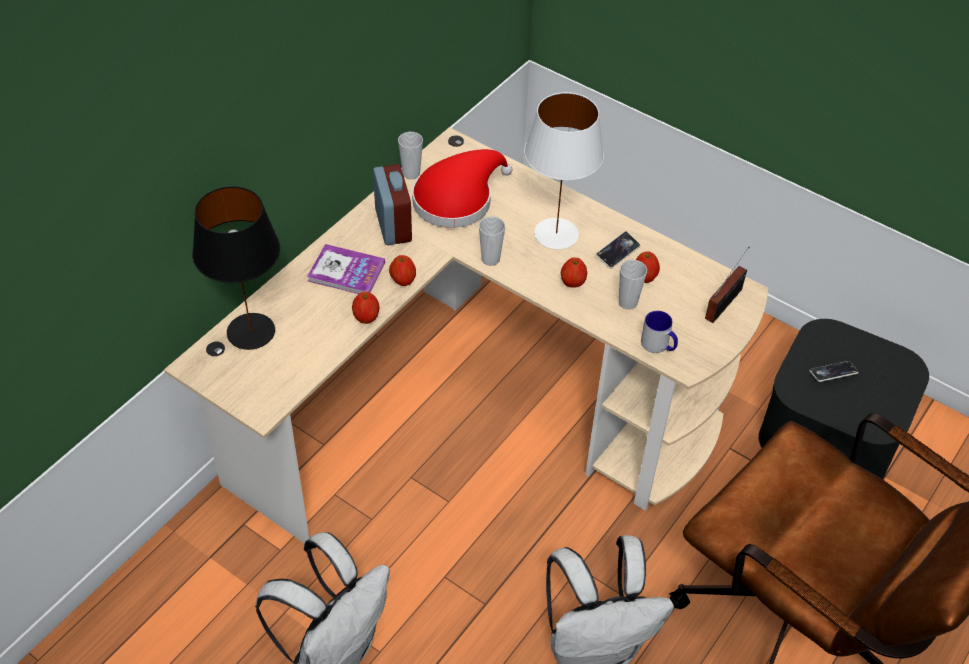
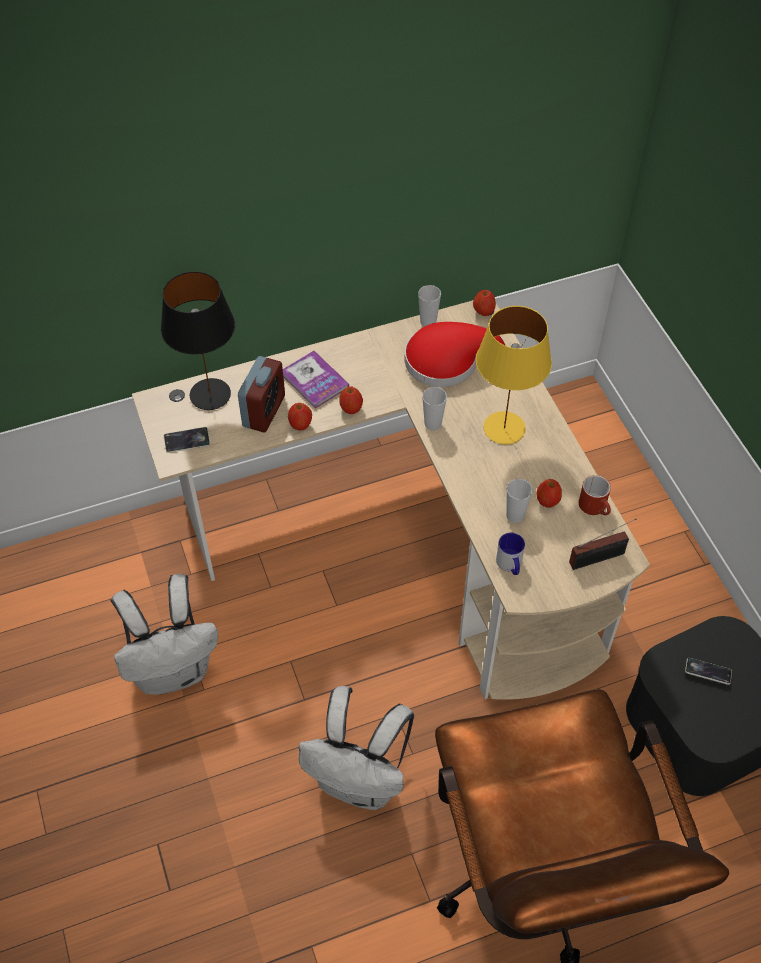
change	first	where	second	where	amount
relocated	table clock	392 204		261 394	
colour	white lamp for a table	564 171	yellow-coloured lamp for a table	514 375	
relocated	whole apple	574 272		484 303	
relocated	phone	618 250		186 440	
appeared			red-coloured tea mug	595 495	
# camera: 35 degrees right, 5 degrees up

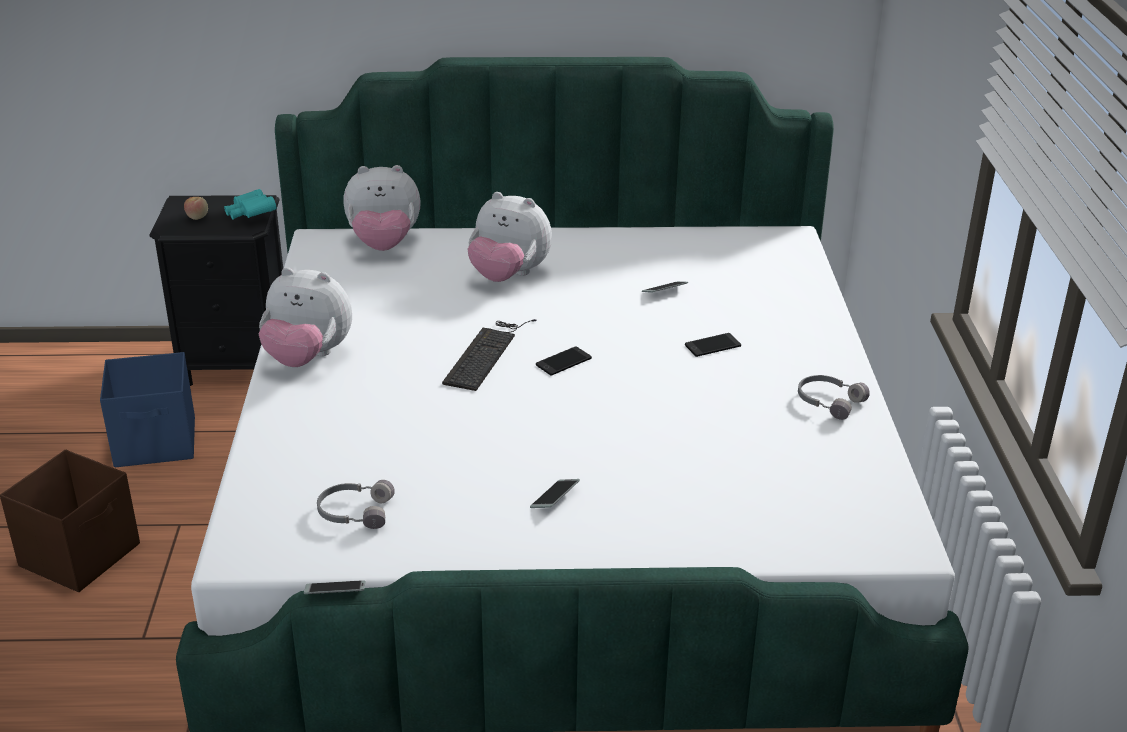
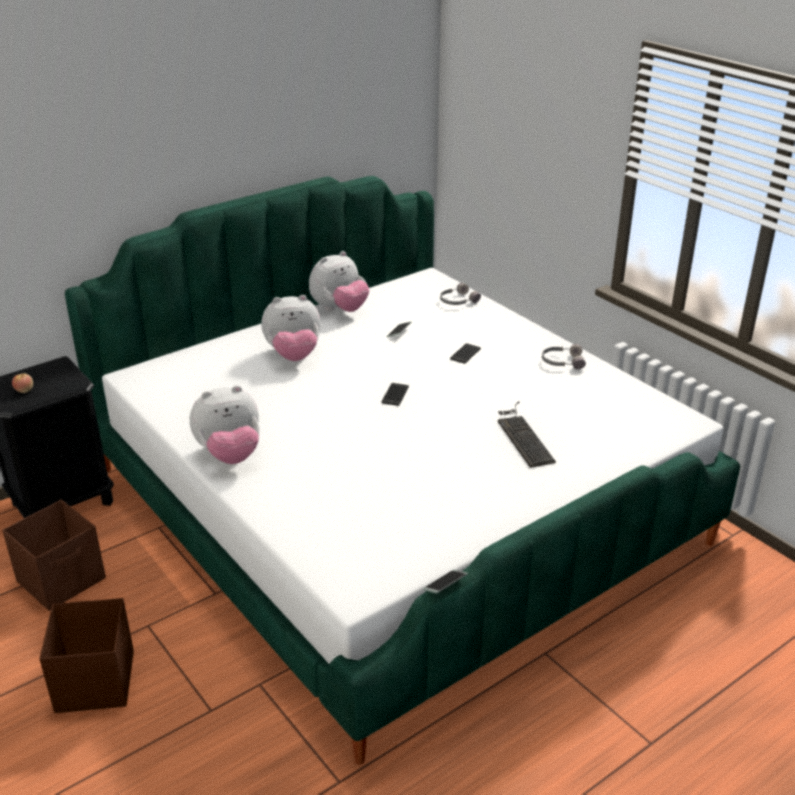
change	first	where	second	where	amount
colour	bluish storage container	147 409	brown-coloured storage container	54 555	
missing	turquoise pair of binoculars	250 204			
relocated	gray headset	356 504		460 294	
relocated	soft toy	382 208		339 281	
relocated	keyboard	489 355		527 434	
missing	phone	555 493			
# camera: 35 degrees left, 0 degrees up

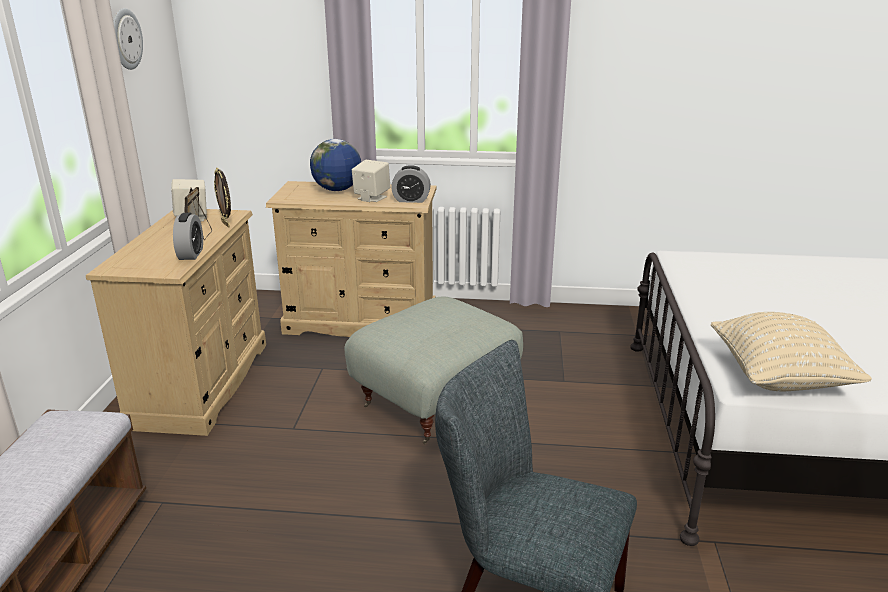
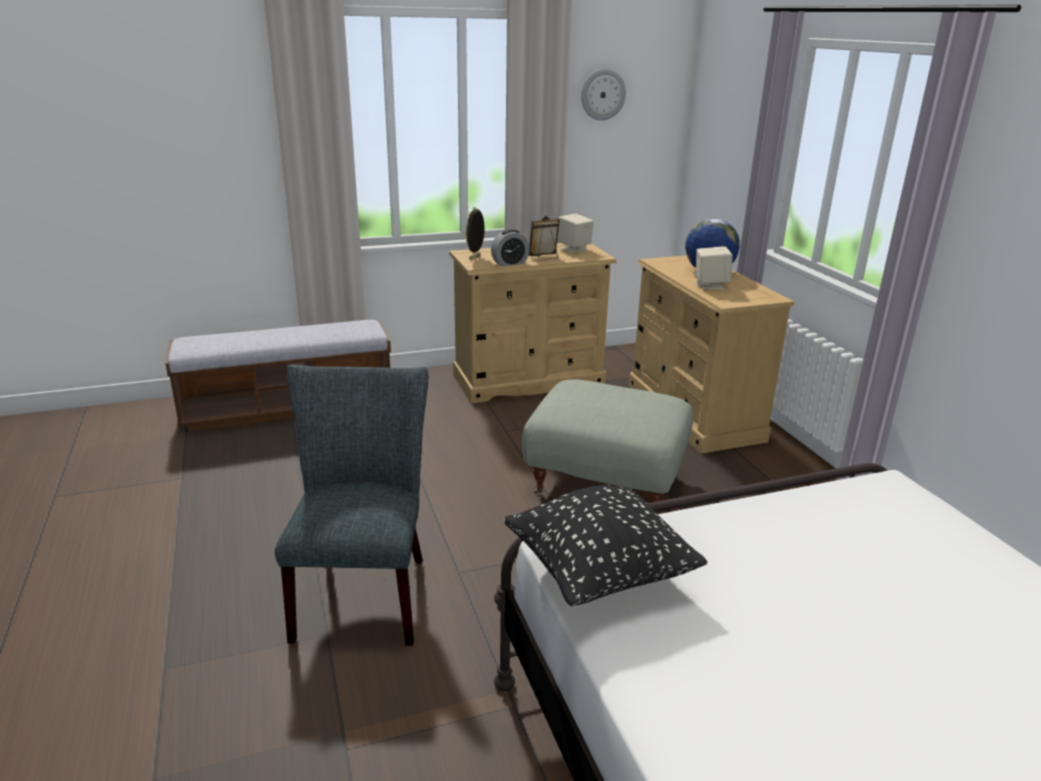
change	first	where	second	where	amount
relocated	picture frame	222 197		474 233	
missing	table clock	411 184			
colour	beige-coloured cushion	791 351	blackish cushion	606 545	
# camera: 65 degrees right, 0 degrees up

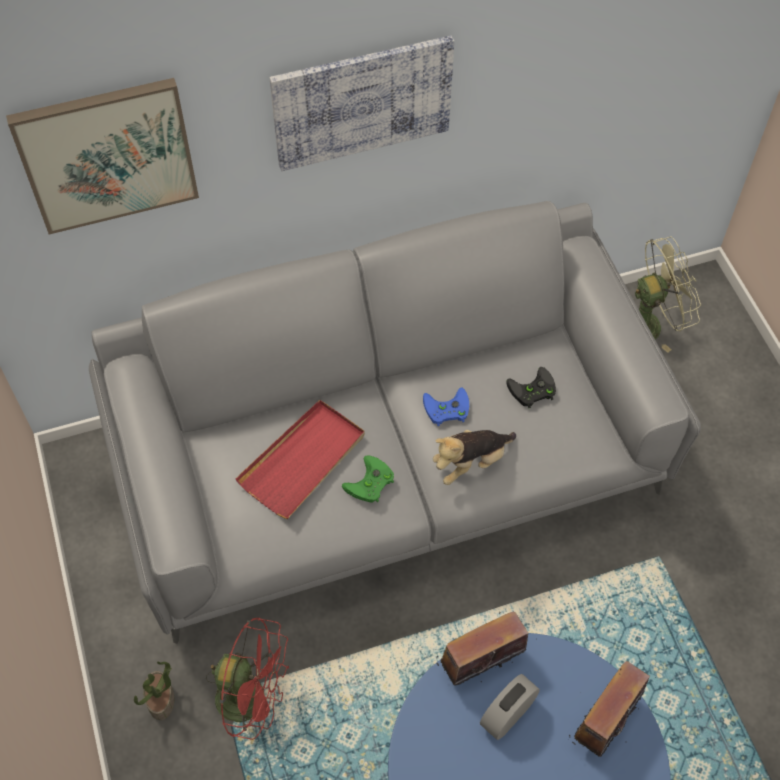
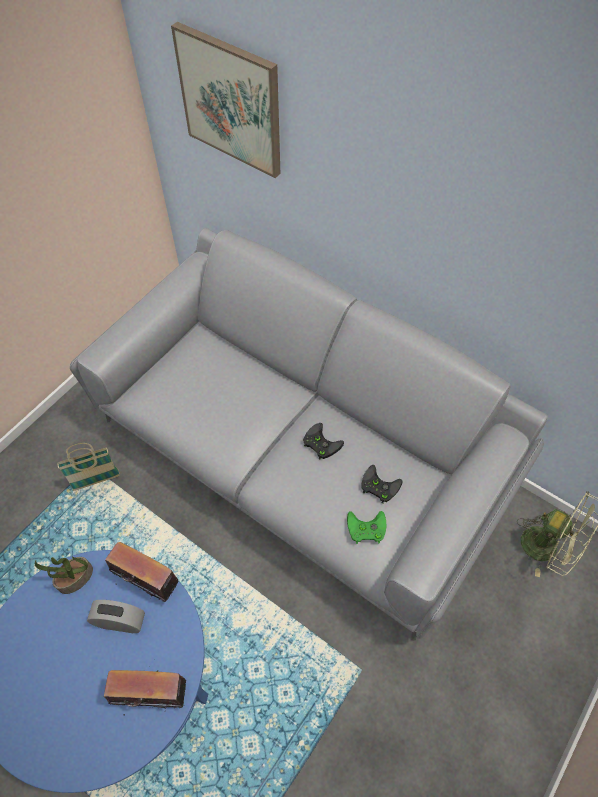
change	first	where	second	where	amount
relocated	houseplant	154 691		64 575	
exchanged	red-coloured fan	247 678	storage basket	88 467	
missing	red-coloured tray	300 459			
missing	wall art	362 103			
relocated	green gamepad	368 479		366 527	
colour	bluish gamepad	446 406	blackish gamepad	323 441	
missing	soft toy	474 457			
# camera: 55 degrees right, 0 degrees up

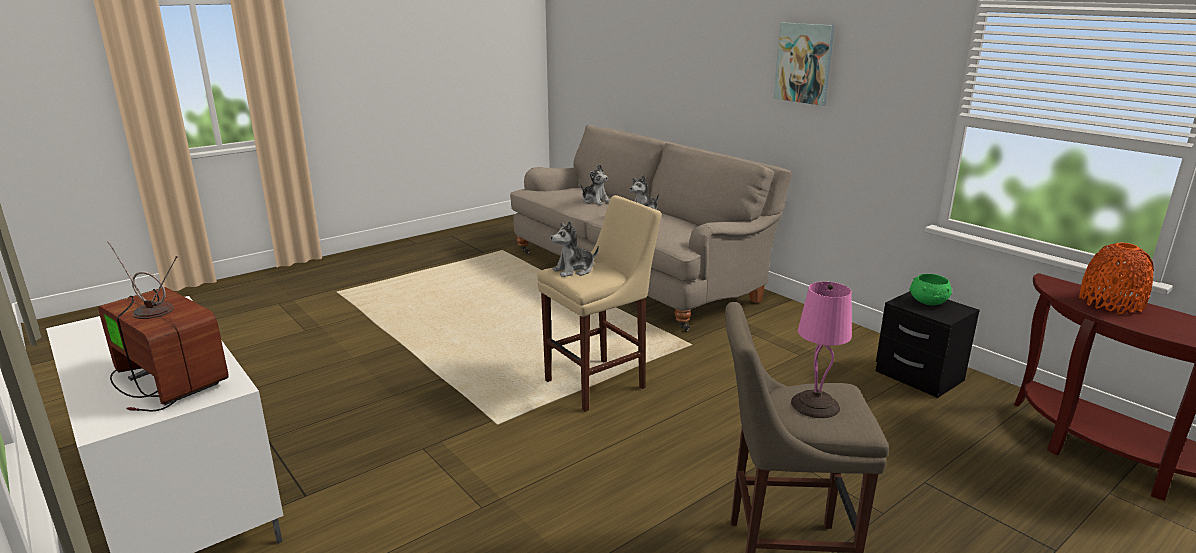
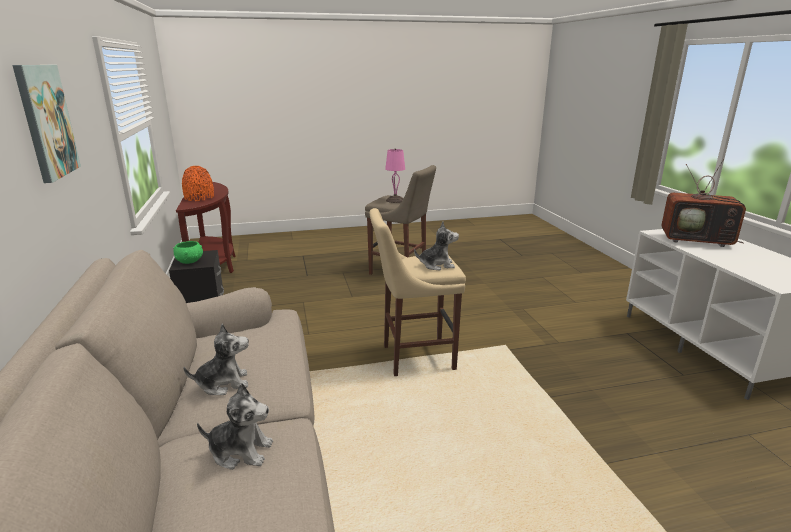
change	first	where	second	where	amount
spun	TV set	163 326		703 202	45 degrees counterclockwise
spun	soft toy	595 184		235 426	120 degrees clockwise
# camera: 155 degrees left, 0 degrees up

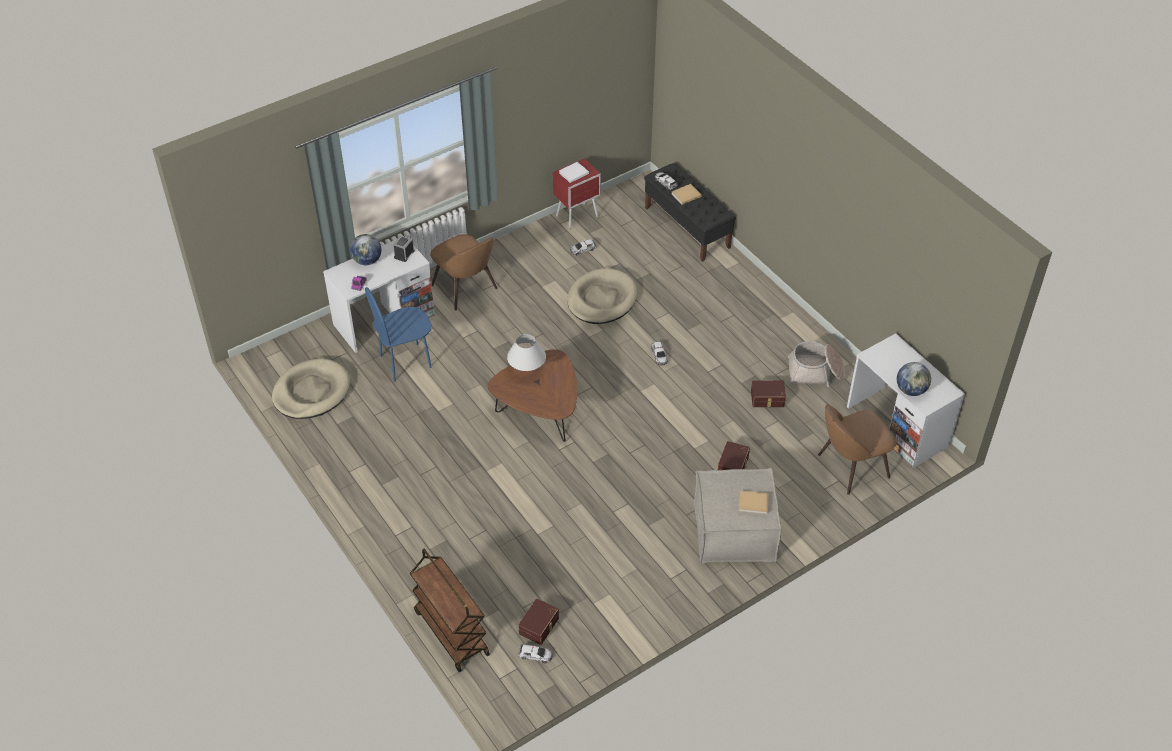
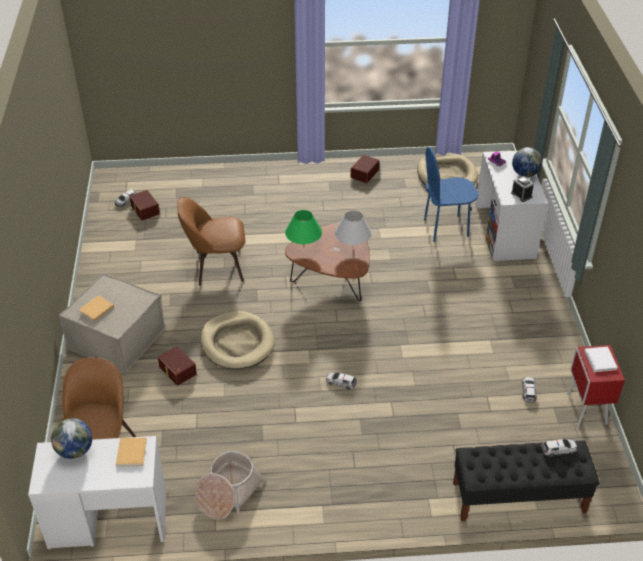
change	first	where	second	where	amount
spun	bluish upright chair	398 334		451 194	105 degrees counterclockwise
missing	brown-coloured wheeled cart	450 610			
relocated	brown-coloured upright chair	464 272		211 241	
relocated	beige-coloured dog bed	602 296		237 340	
relocated	beige-coloured bound book	686 194		131 452	
relocated	brown-coloured storage container	768 393		364 169	
appeared			green lamp for a table	303 227	
# camera: 120 degrees right, 5 degrees down

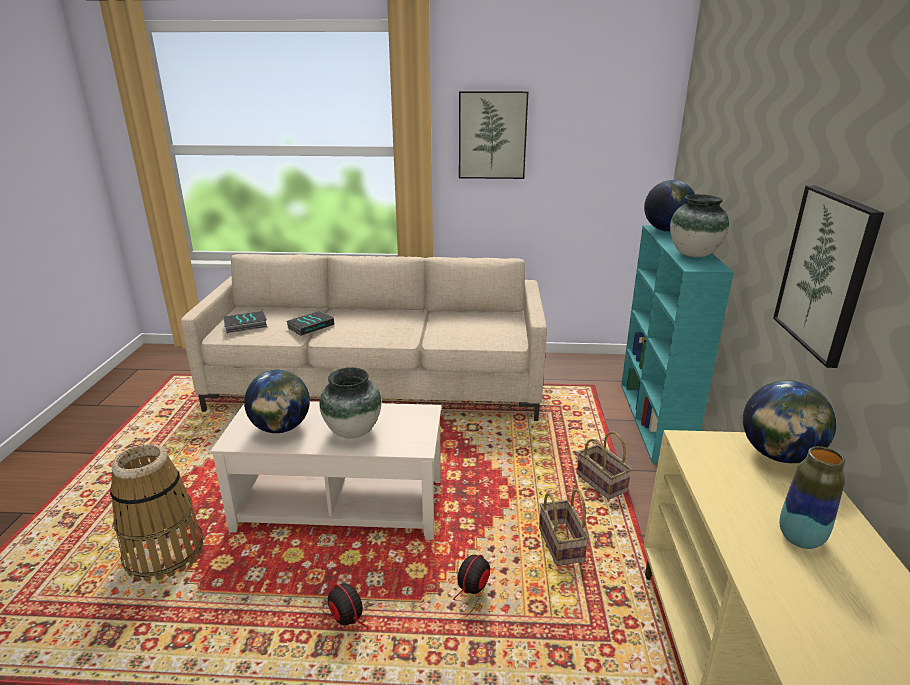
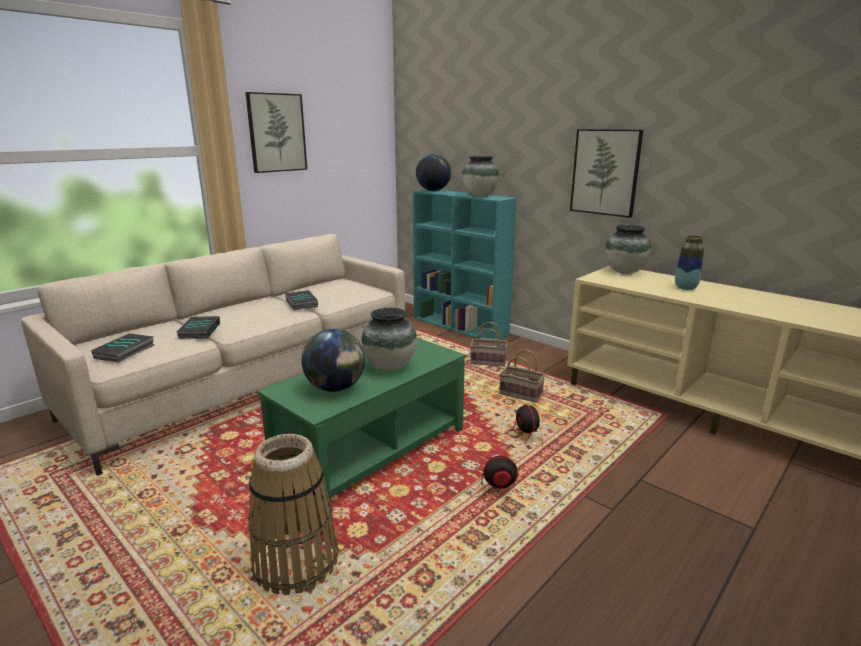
change	first	where	second	where	amount
colour	beige-coloured coffee table	325 470	green coffee table	361 419	
exchanged	globe	789 422	vase	628 249	
appeared			bound book	301 300	
# camera: 50 degrees left, 5 degrees down

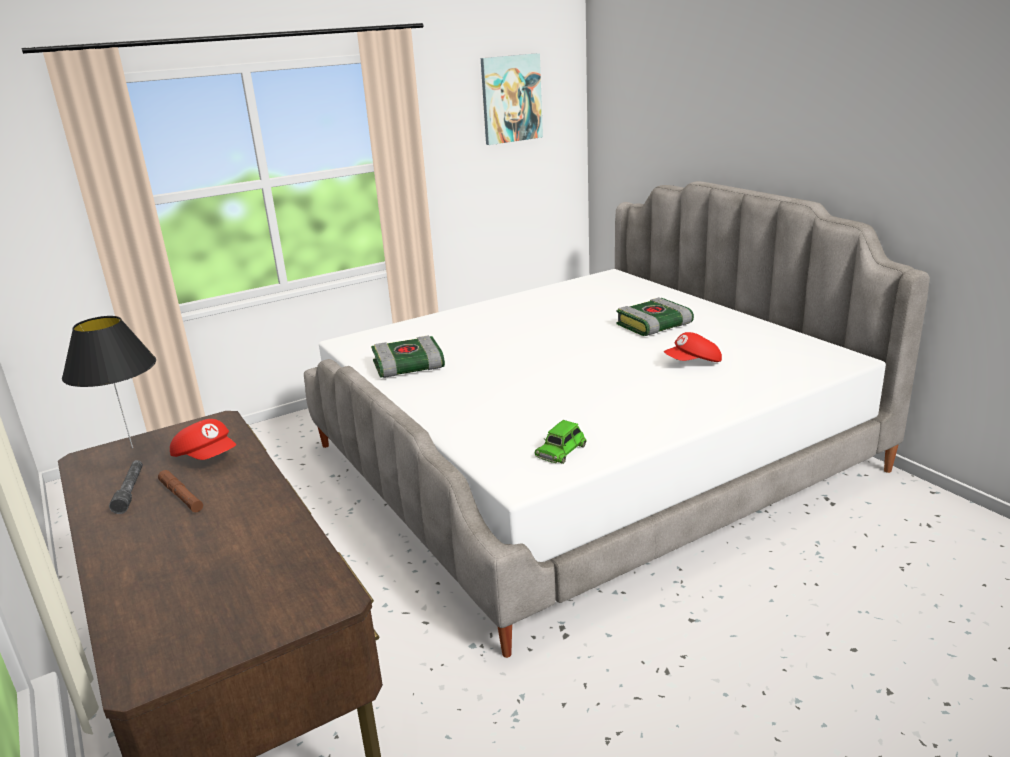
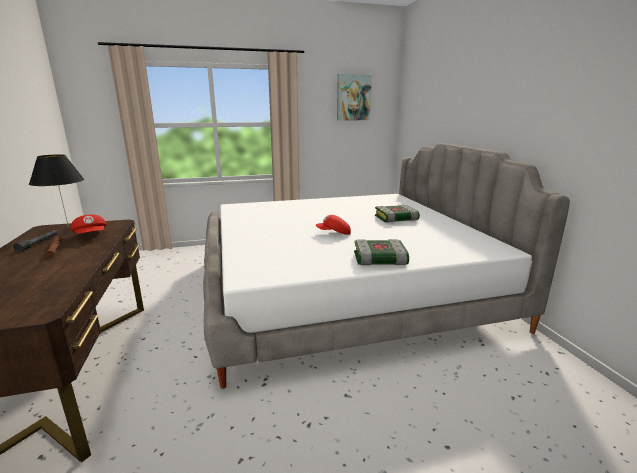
change	first	where	second	where	amount
relocated	bound book	408 356		381 252	
missing	green toy car	561 442			
relocated	red-coloured baseball cap	693 347		333 225	
# camera: 15 degrees right, 5 degrees down

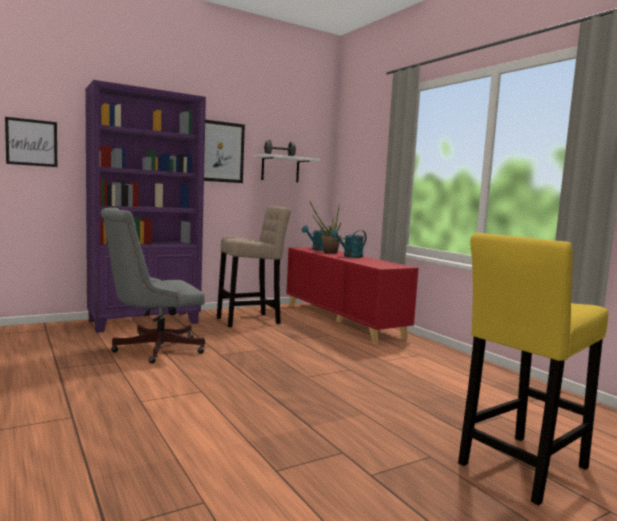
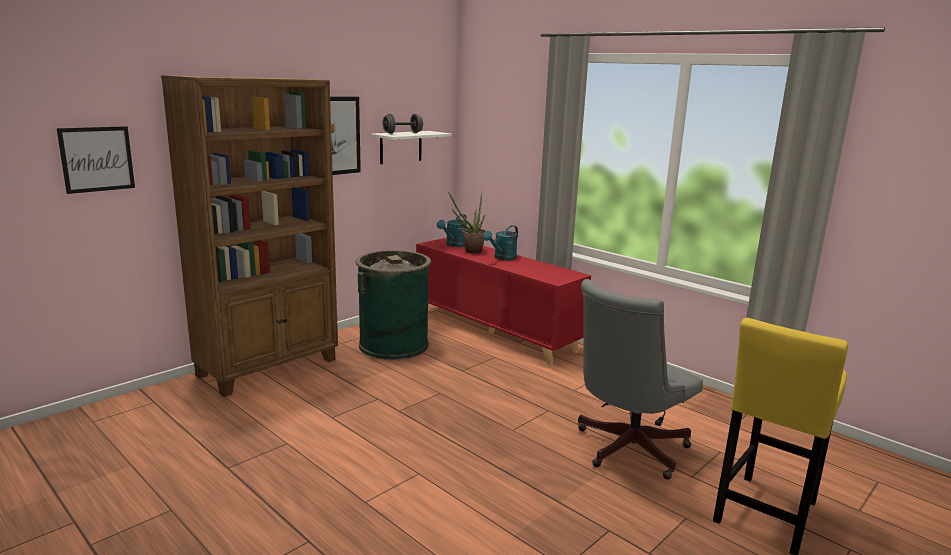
change	first	where	second	where	amount
colour	purplish bookcase	145 206	brown-coloured bookcase	249 236	
relocated	gray office chair	153 285		640 379	
exchanged	beige-coloured sitting stool	254 266	green trash can	393 305	
# camera: 15 degrees left, 10 degrees up

